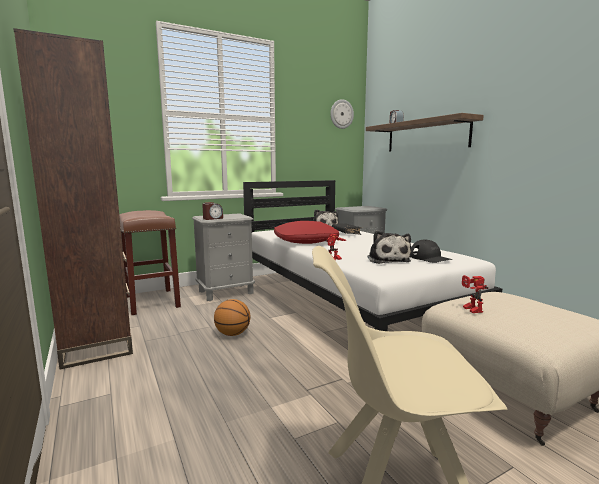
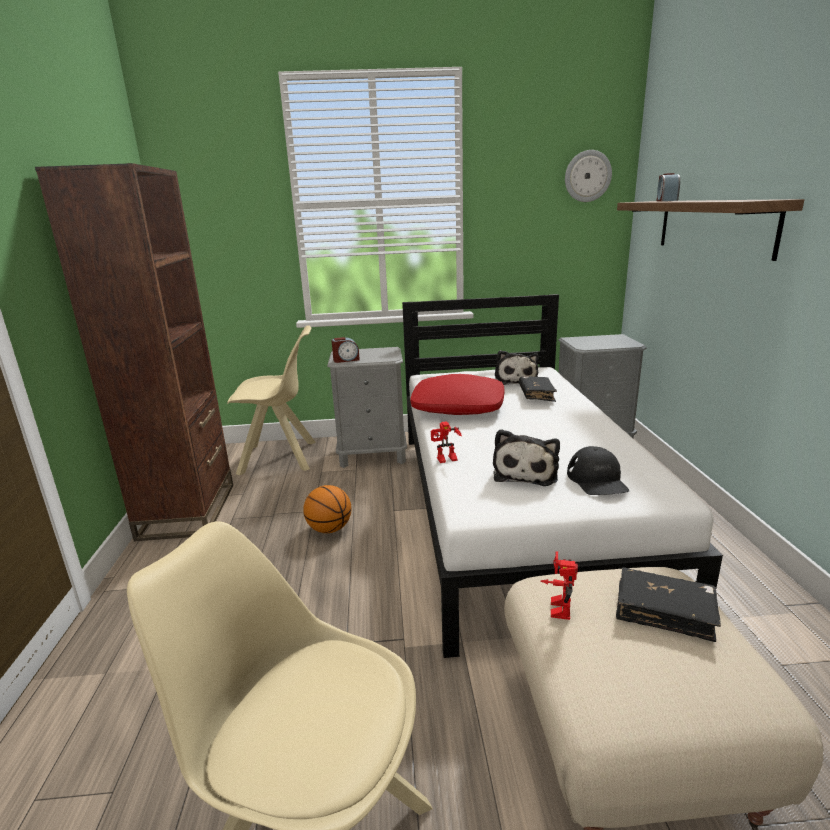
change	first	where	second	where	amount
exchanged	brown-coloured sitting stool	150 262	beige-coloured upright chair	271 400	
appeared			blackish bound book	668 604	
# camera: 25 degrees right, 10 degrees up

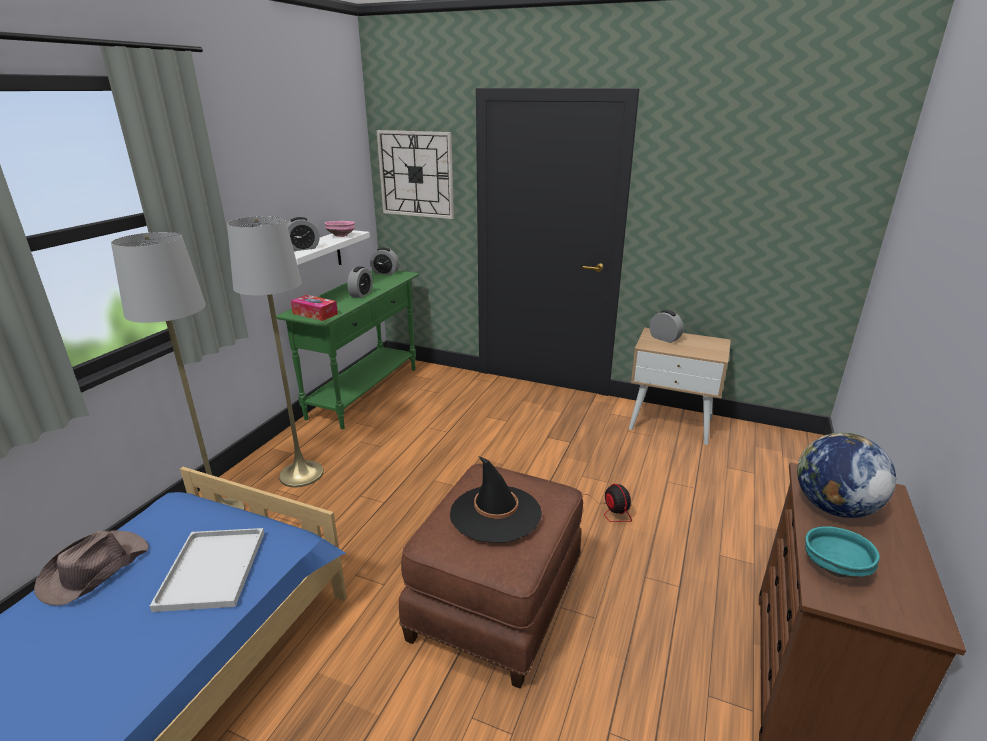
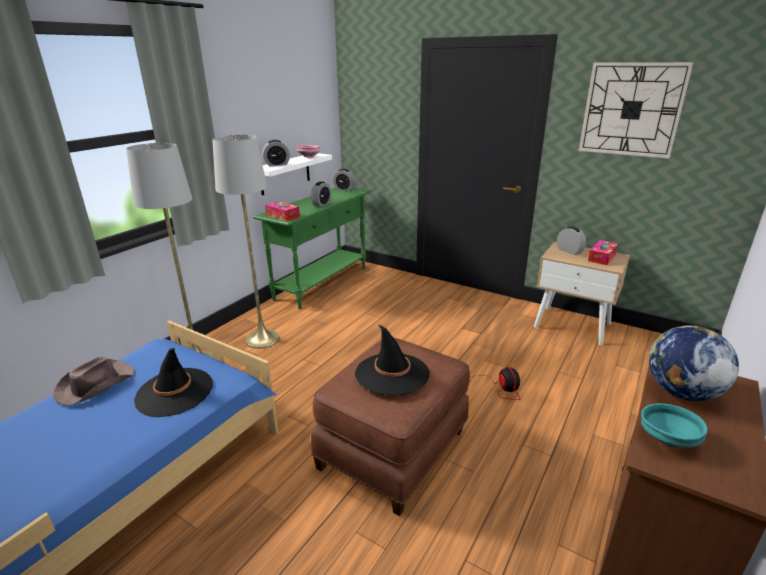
change	first	where	second	where	amount
exchanged	white tray	207 570	blackish hat	173 382	
relocated	wall clock	415 174		636 110	
appeared			tissue holder	603 252	
# camera: 10 degrees right, 0 degrees up

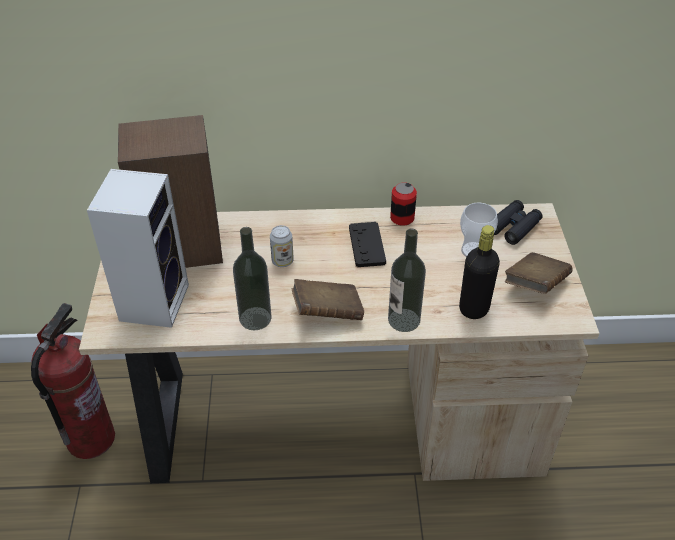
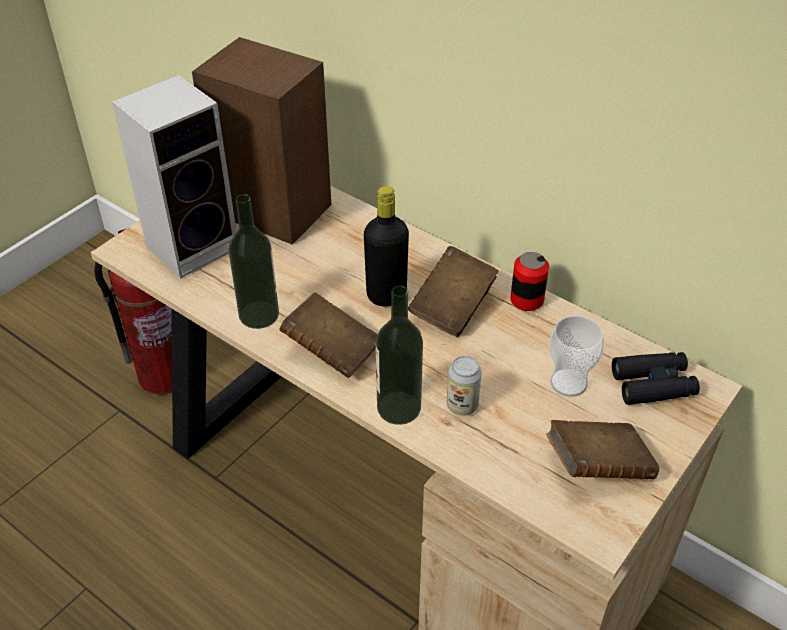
change	first	where	second	where	amount
relocated	can	282 246		464 385	
exchanged	blackish gamepad	367 244	brown-coloured bound book	453 291	
relocated	blackish beverage bottle	479 272		386 246	
# camera: 40 degrees right, 0 degrees up

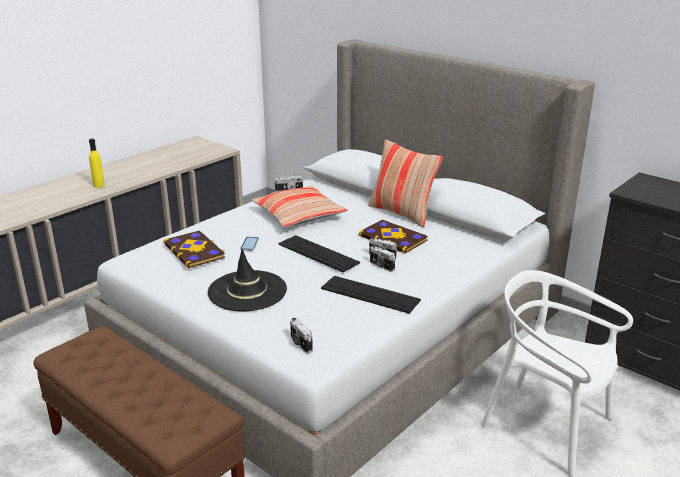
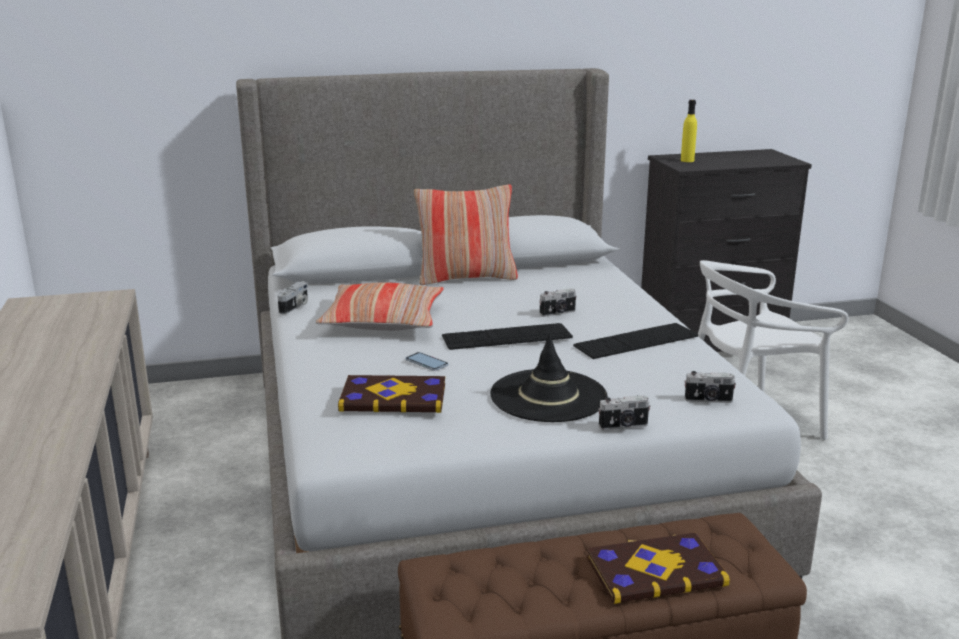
change	first	where	second	where	amount
relocated	yellow-coloured beverage bottle	97 163		689 131	
relocated	bound book	393 237		658 568	
relocated	still camera	382 258		624 412	
# camera: 55 degrees left, 5 degrees down

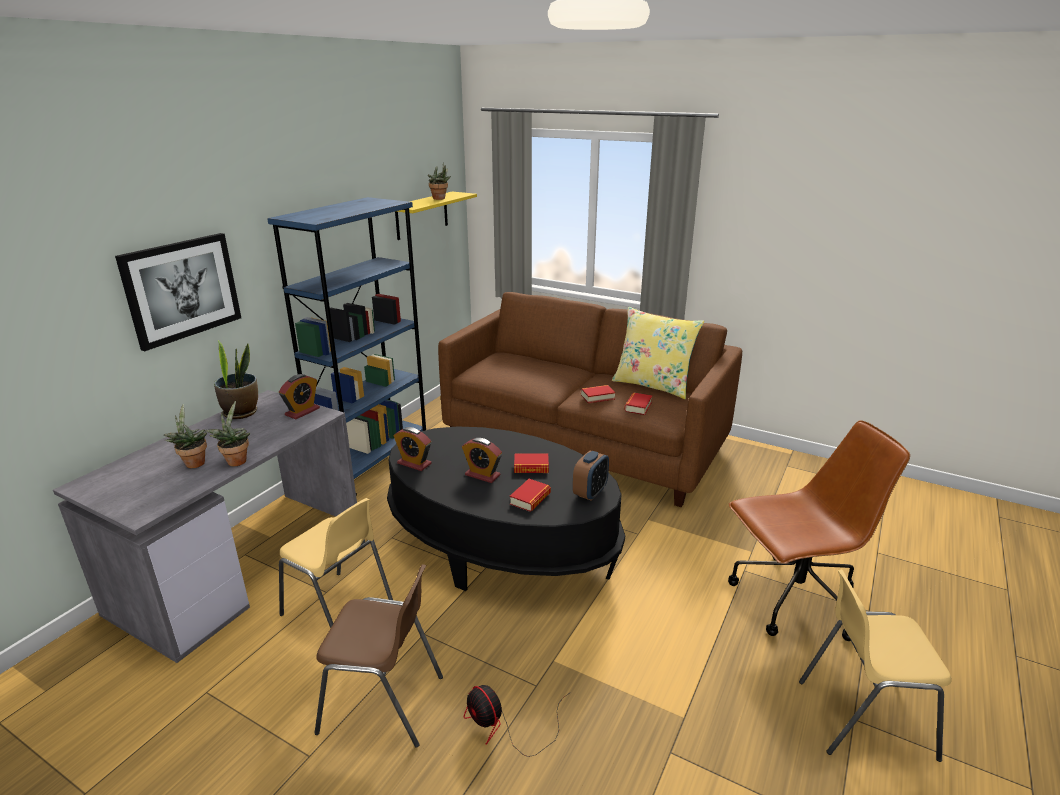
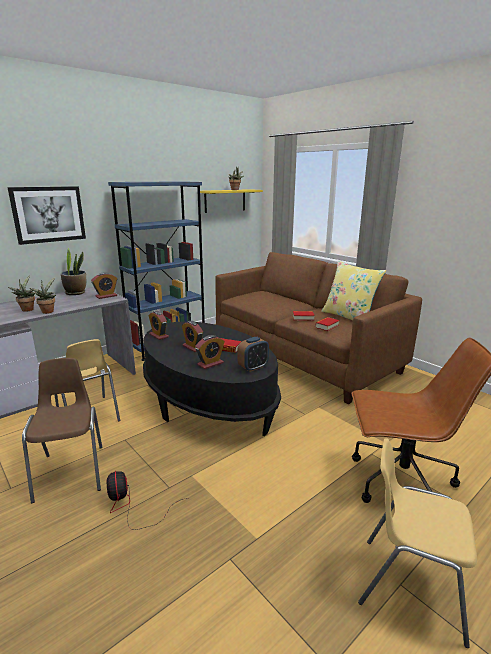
change	first	where	second	where	amount
spun	brown-coloured upright chair	378 656		62 430	135 degrees counterclockwise
exchanged	bound book	530 495	table clock	210 352	
# camera: 20 degrees right, 5 degrees down

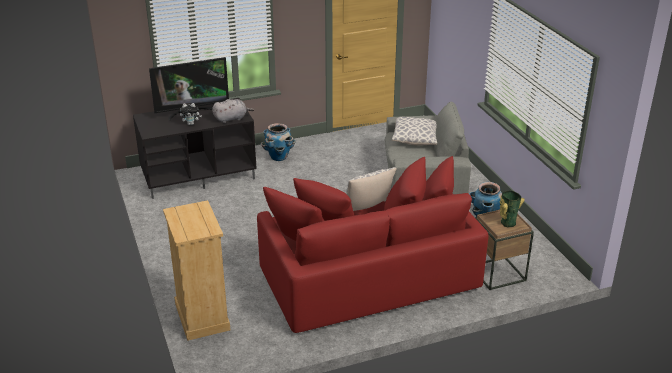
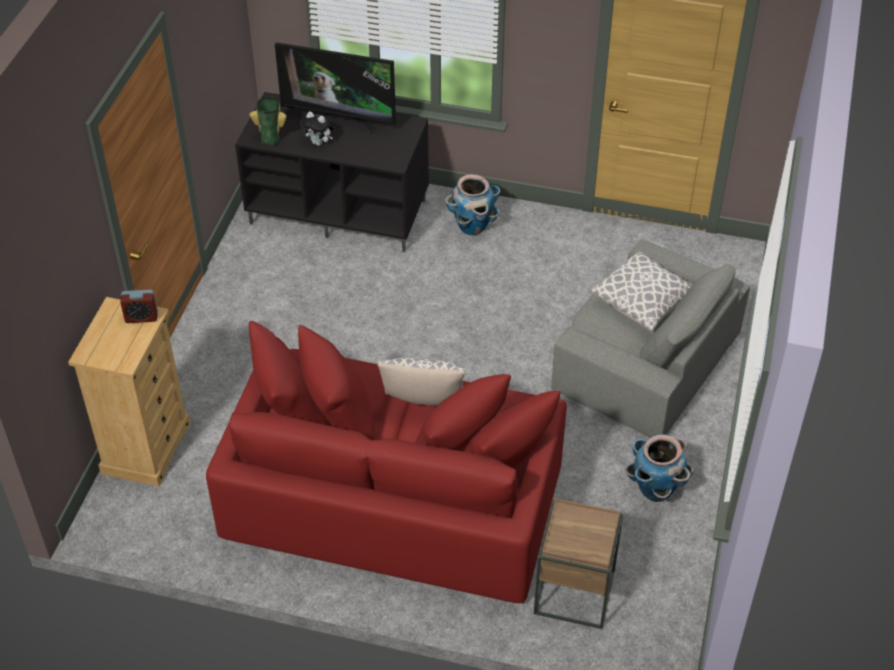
change	first	where	second	where	amount
missing	gray soft toy	233 111			
relocated	vase	512 208		267 121	
appeared			table clock	139 306	
# camera: 35 degrees right, 15 degrees up

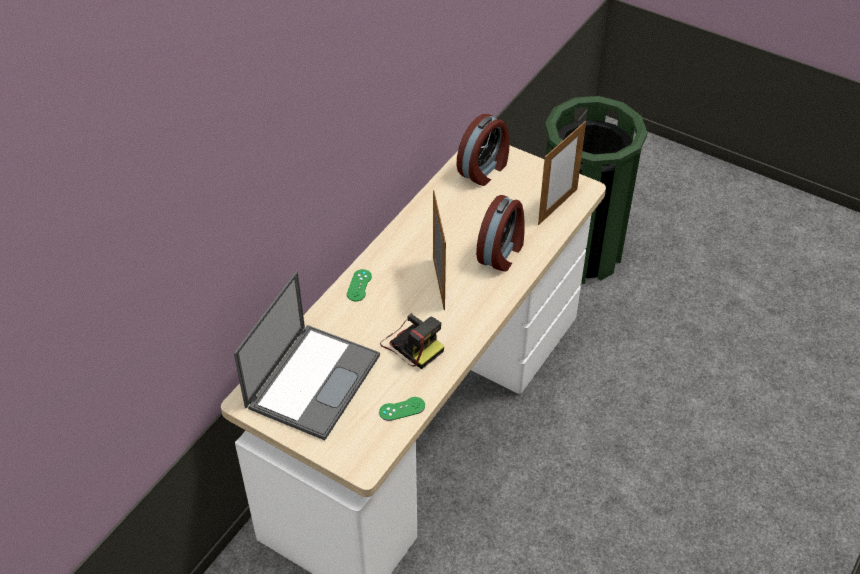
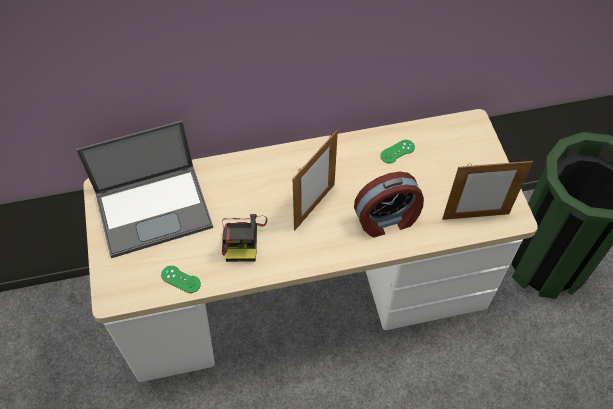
change	first	where	second	where	amount
relocated	green gamepad	359 285		397 151	
missing	table clock	483 150			
# camera: 45 degrees right, 10 degrees up

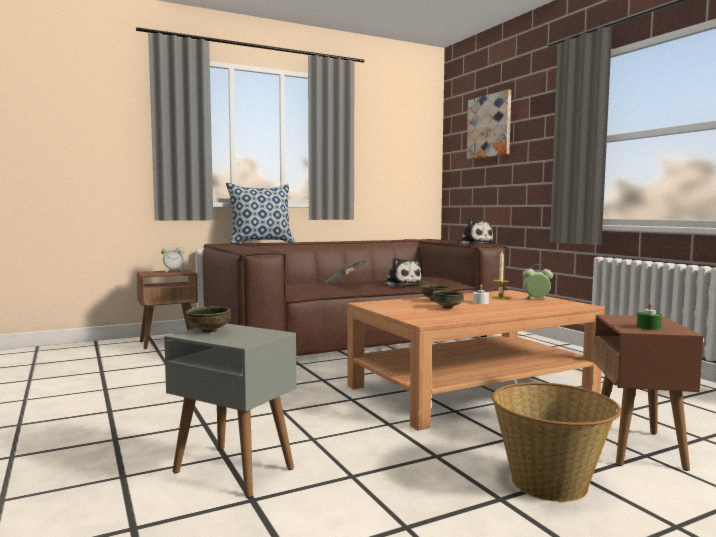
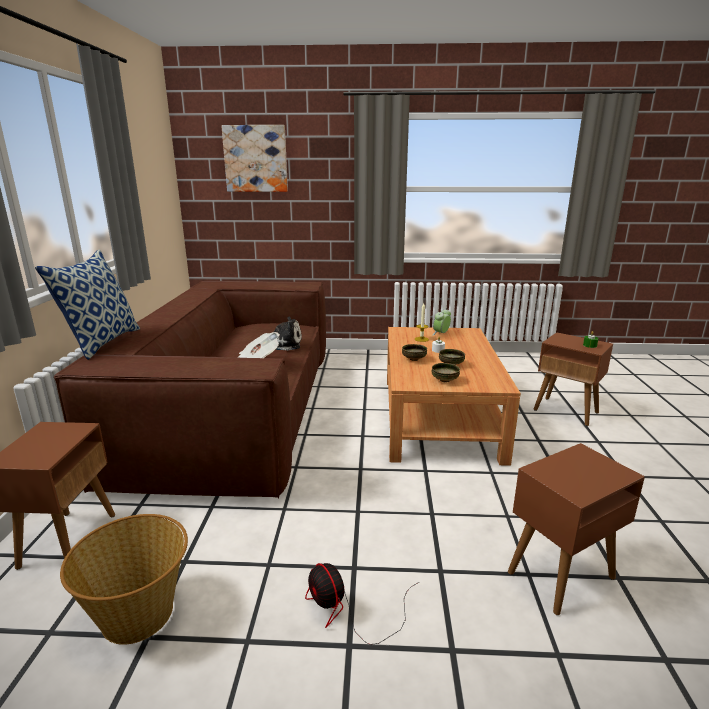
change	first	where	second	where	amount
missing	table clock	173 257			
colour	gray accent table	230 411	brown-coloured accent table	576 529	
relocated	serving bowl	208 320		446 372	
missing	soft toy	474 231			
relocated	storage basket	556 442		124 579	
appeared			fan	362 604	
# camera: 60 degrees left, 15 degrees up

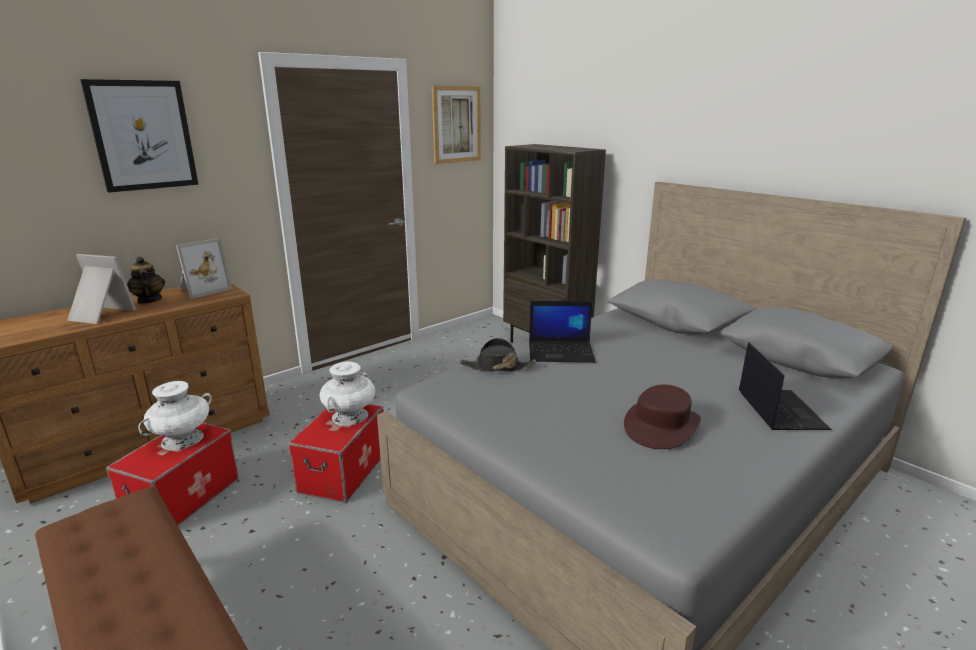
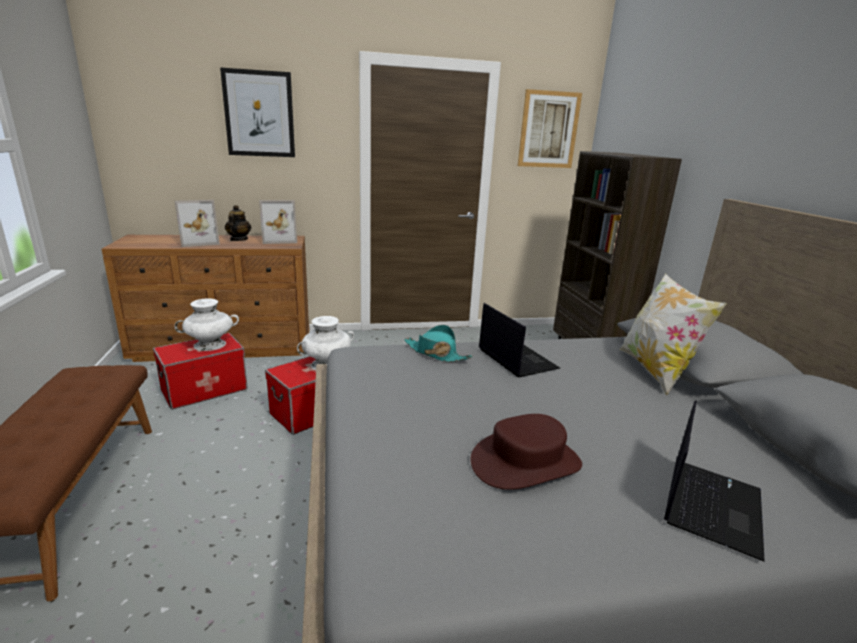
change	first	where	second	where	amount
spun	picture frame	101 289		197 223	105 degrees clockwise
colour	blackish hat	498 355	turquoise hat	438 343	
spun	portable computer	562 332		519 340	150 degrees counterclockwise
appeared			cushion	673 334	
# camera: 30 degrees right, 0 degrees up

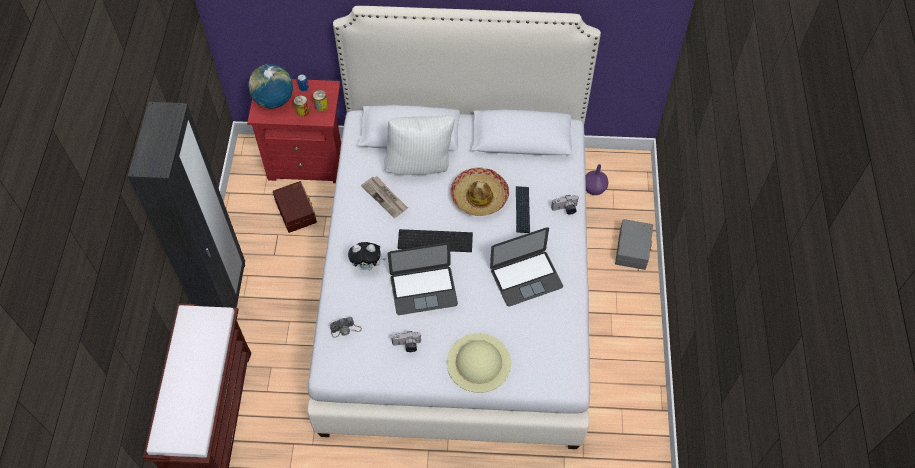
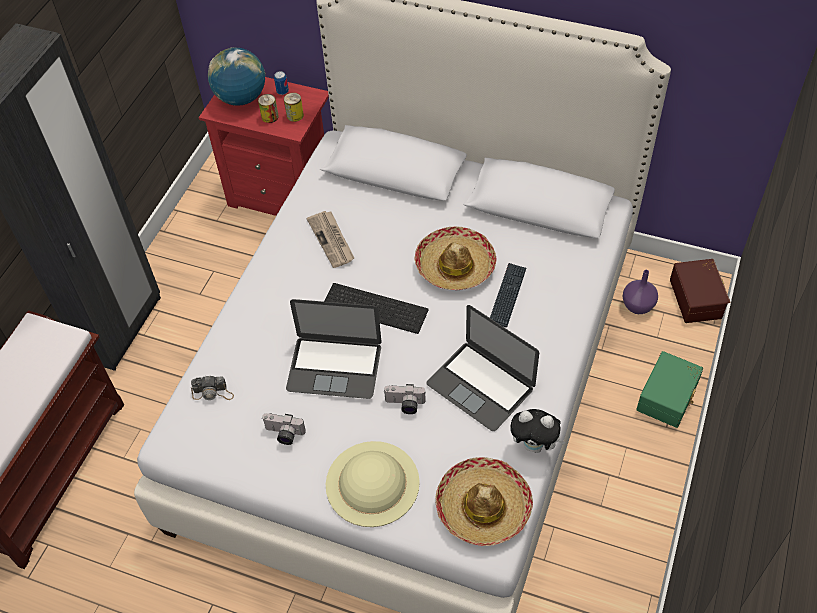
change	first	where	second	where	amount
relocated	brown-coloured storage container	295 207		700 291	
relocated	soft toy	367 256		538 431	
missing	white cushion	419 145			
spun	portable computer	526 266		482 368	45 degrees clockwise
relocated	still camera	565 205		404 399	
colour	gray storage container	634 244	green storage container	669 389	
appeared			hat	484 501	
# camera: 20 degrees right, 5 degrees down

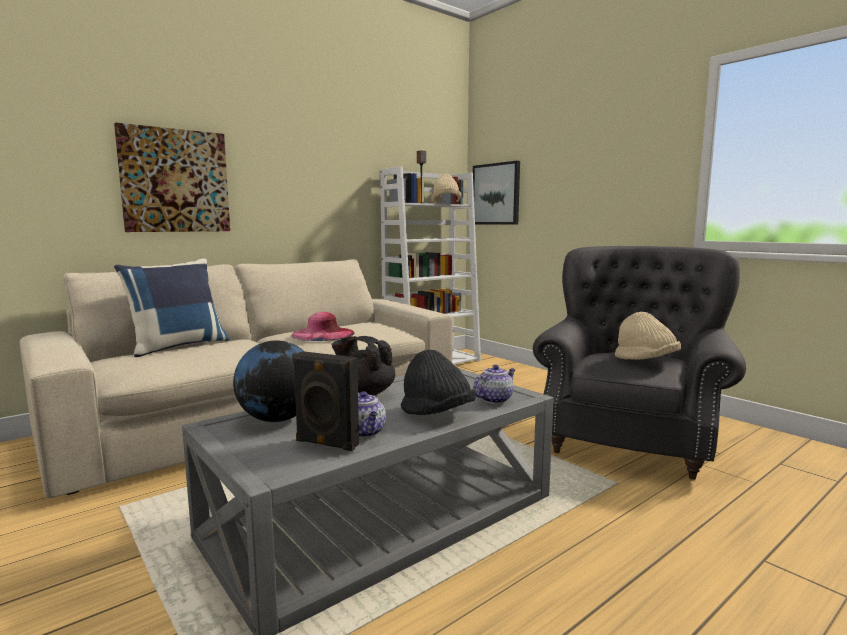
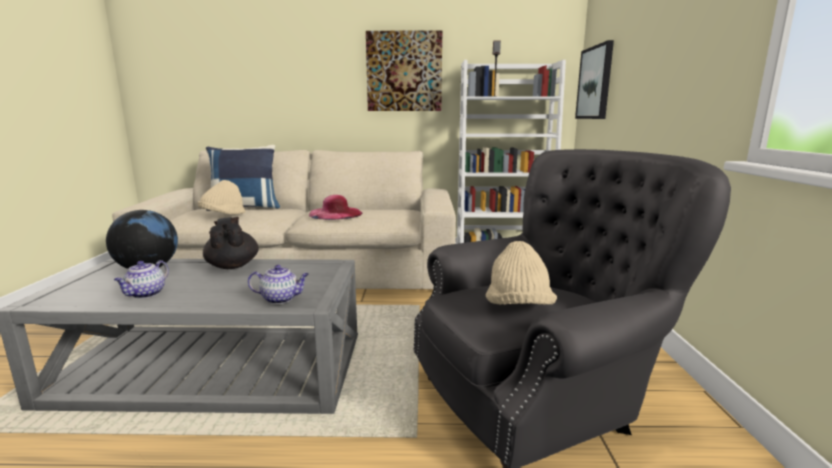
change	first	where	second	where	amount
relocated	wall art	172 177		404 70	
missing	blackish audio speaker	325 401			
missing	blackish hat	438 382			
relocated	beige-coloured hat	446 188		221 197	
# camera: 40 degrees right, 5 degrees up

